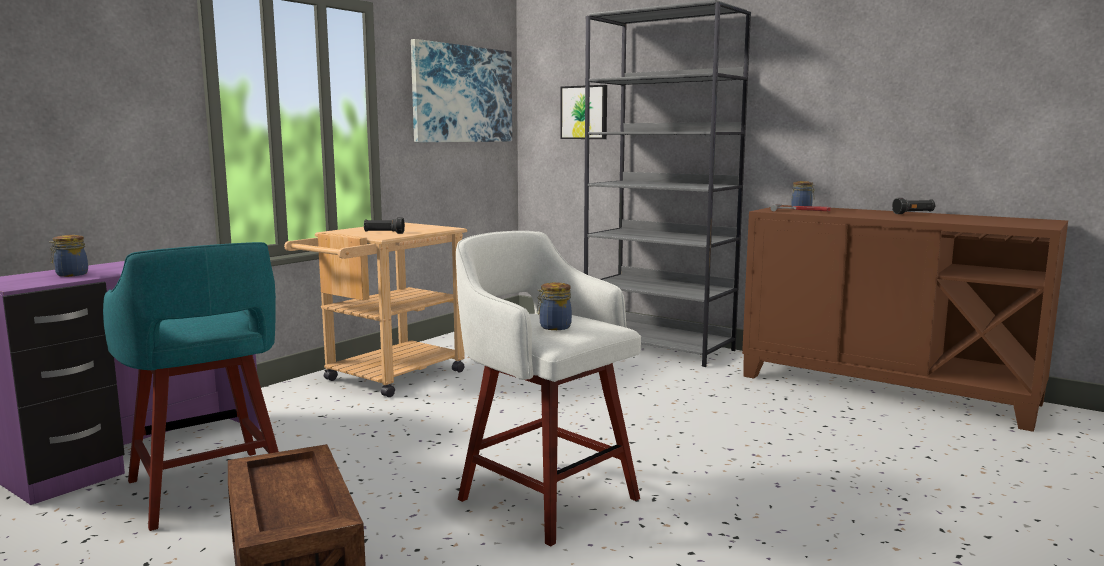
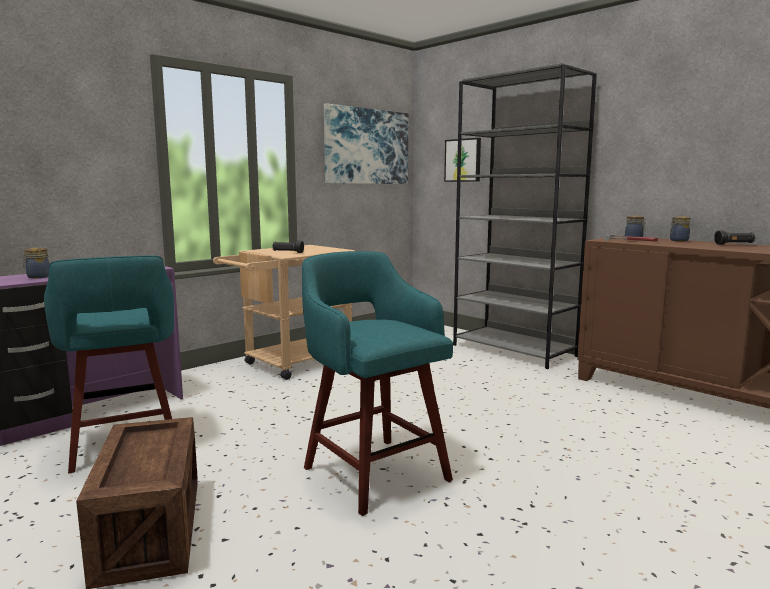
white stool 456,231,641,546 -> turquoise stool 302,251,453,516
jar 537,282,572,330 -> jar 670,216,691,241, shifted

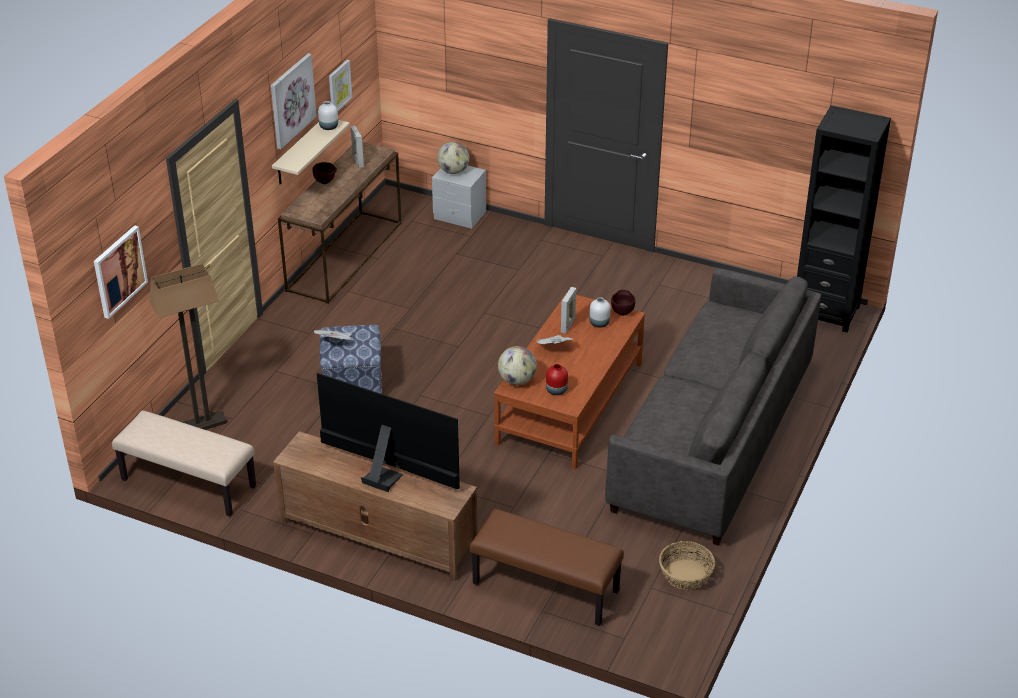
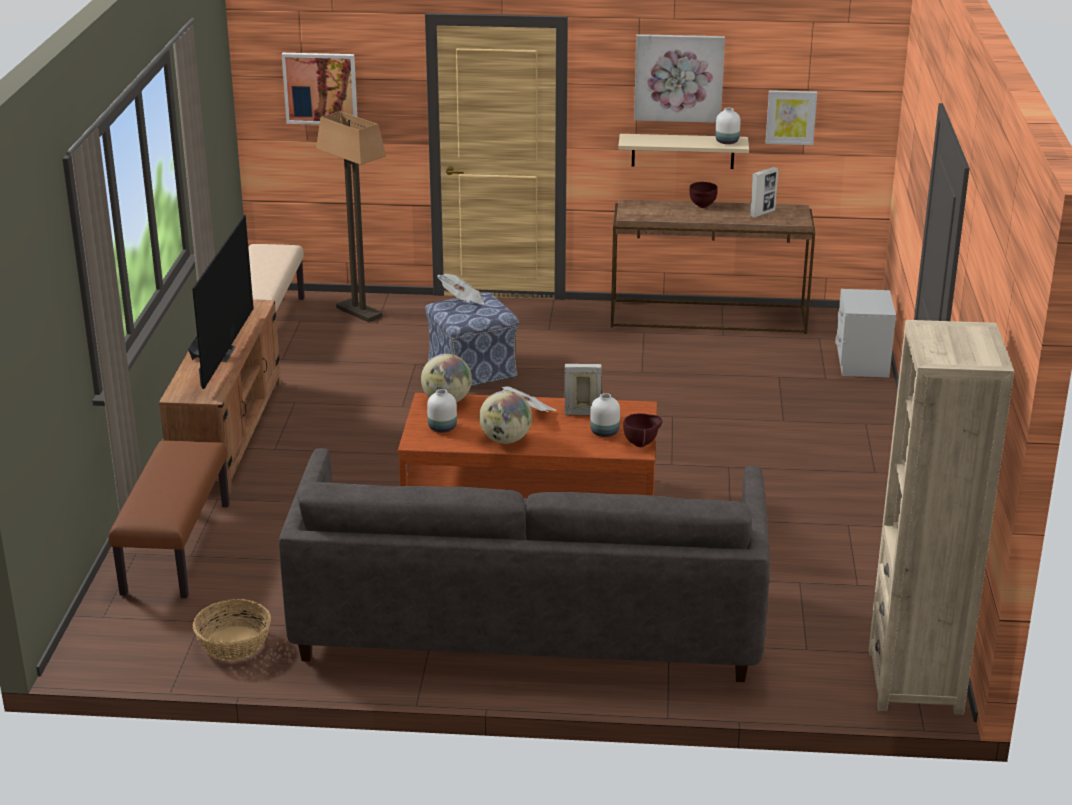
red vase 546,364,568,395 -> white vase 427,389,457,433
globe 437,142,469,174 -> globe 479,391,532,444, shifted
black bookcase 797,105,891,333 -> beige bookcase 869,320,1014,715

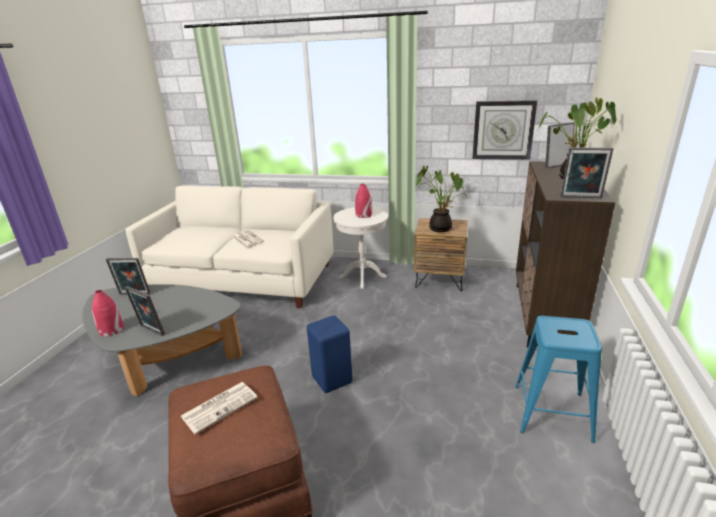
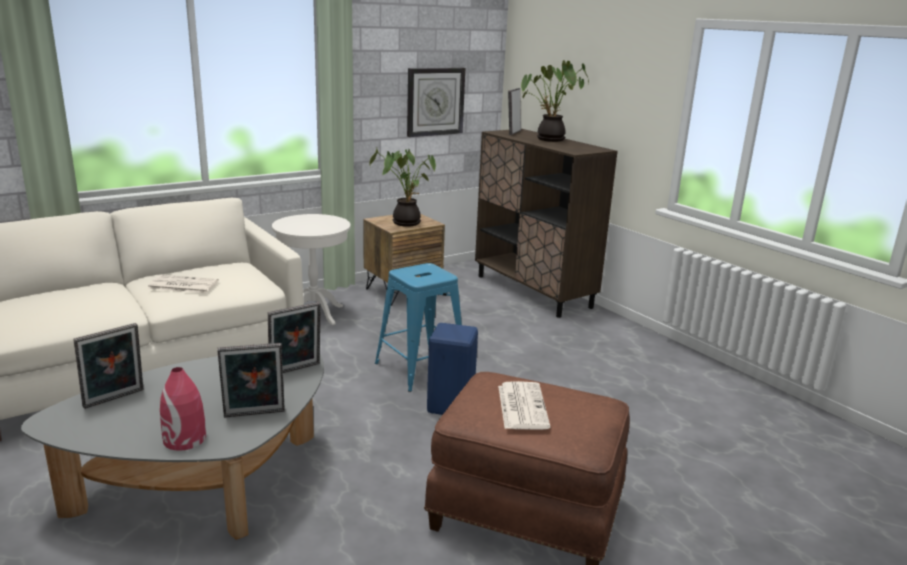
picture frame 561,147,613,198 -> picture frame 268,302,321,373, shifted
blue stool 515,316,602,443 -> blue stool 375,263,462,392, shifted
red vase 355,184,372,218 -> none

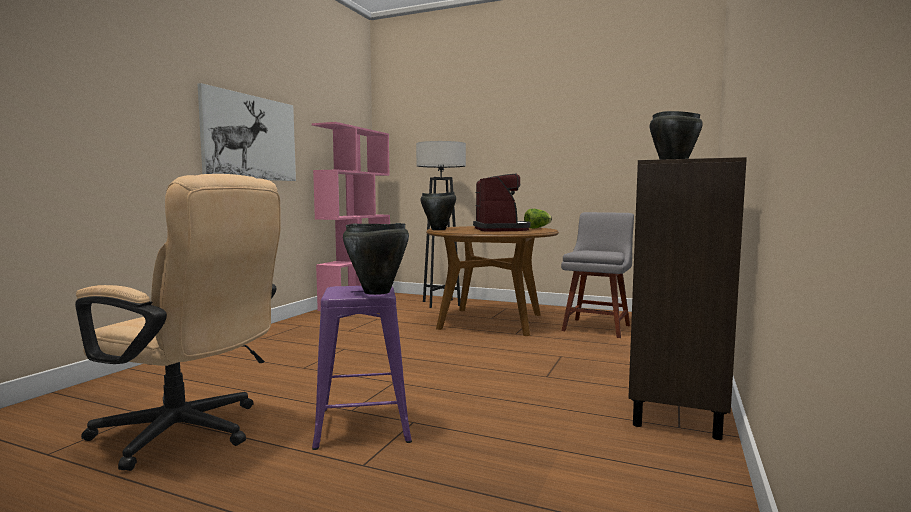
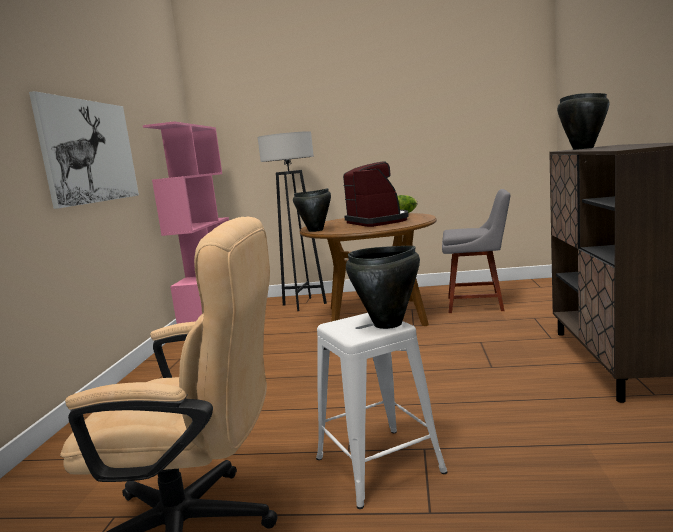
purple stool 312,286,412,450 -> white stool 316,313,448,509
grey chair 561,212,634,338 -> grey chair 442,189,510,313, 90 degrees clockwise

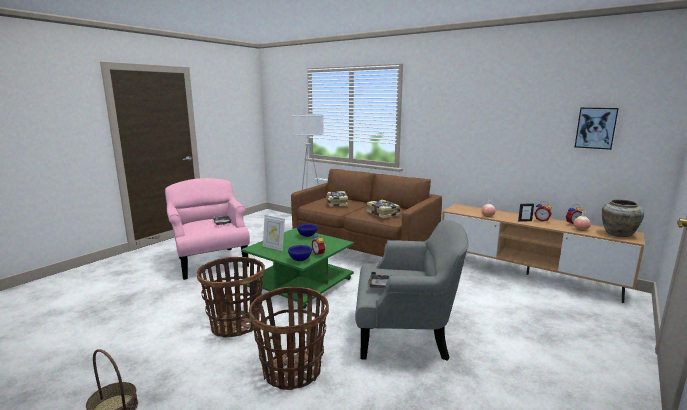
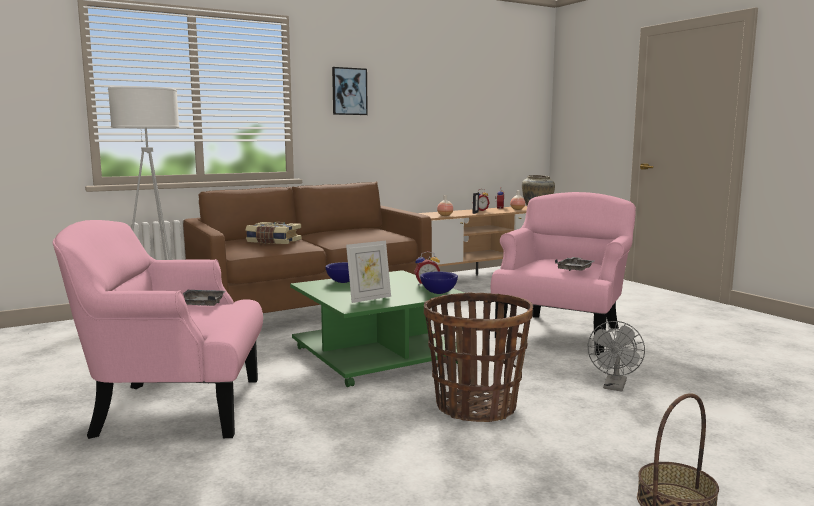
picture 575,107,619,150 -> picture 332,67,368,115, shifted
grey armchair 355,220,468,361 -> pink armchair 491,192,636,355
basket 249,287,329,390 -> grey fan 588,321,645,392
book 367,200,400,218 -> none

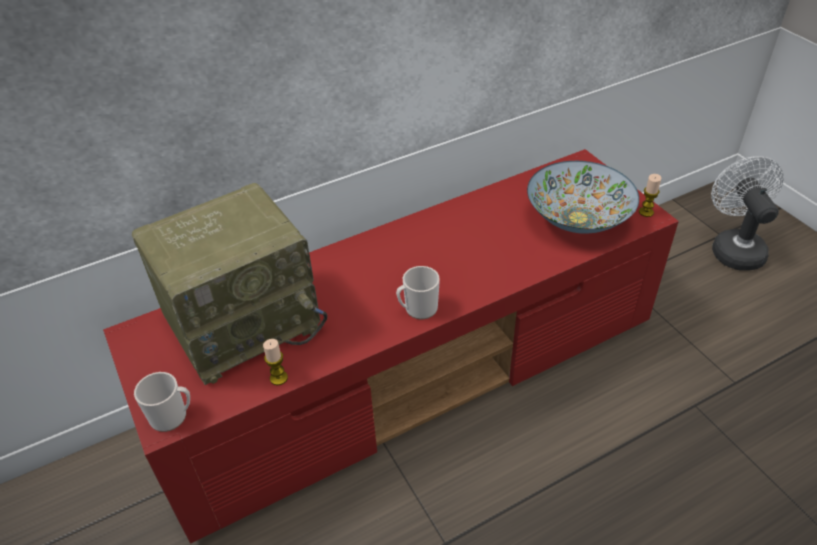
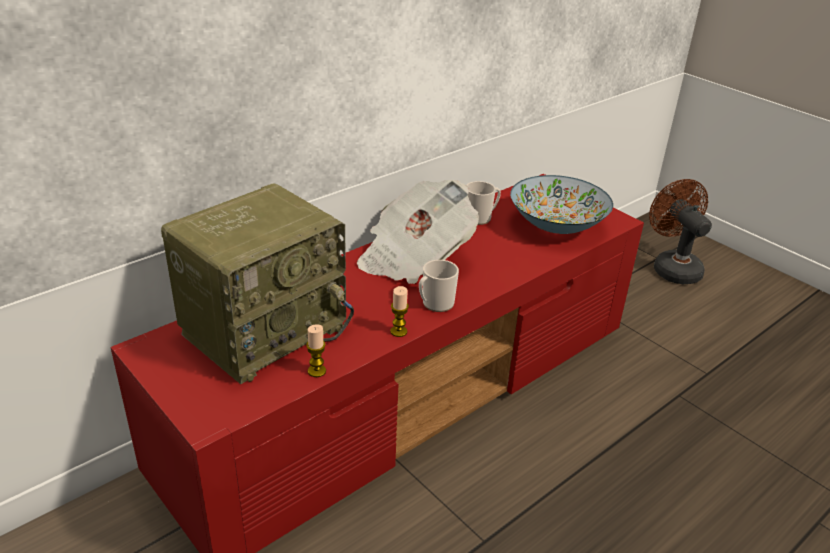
none -> newspaper 357,180,479,284
candle 639,174,661,217 -> candle 390,286,409,337, shifted
mug 134,372,190,432 -> mug 466,181,501,225, shifted
white fan 711,156,784,271 -> brown fan 649,179,712,284

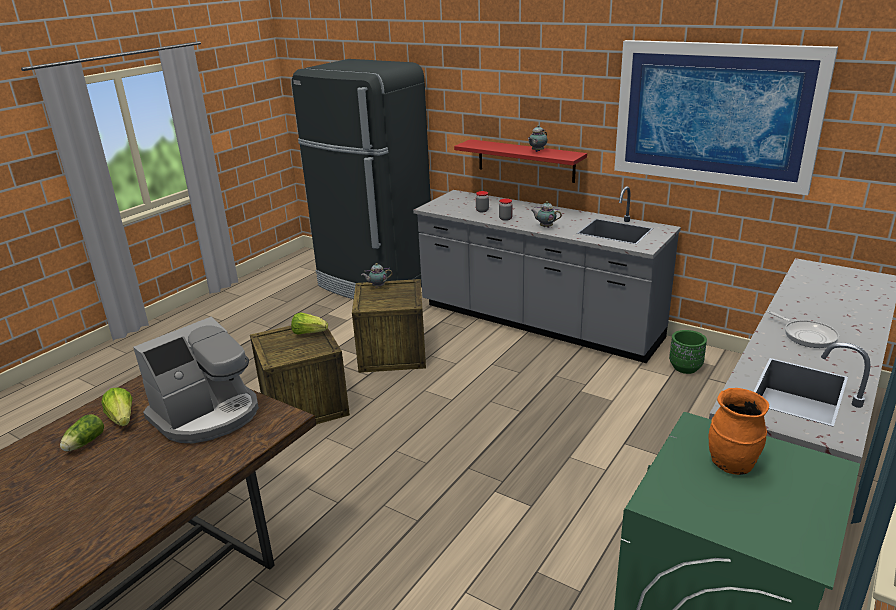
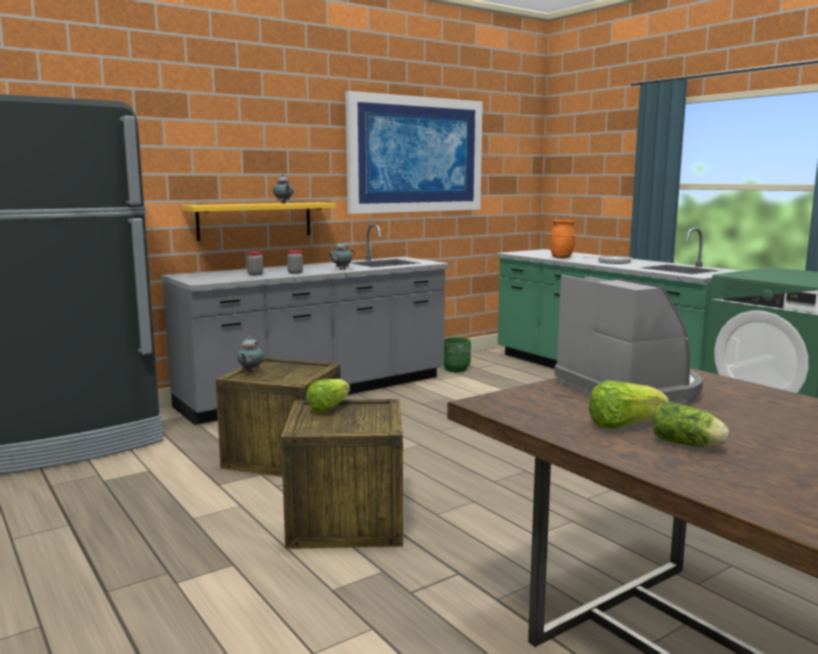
red shelf 454,139,587,183 -> yellow shelf 182,202,336,241
orange vase 708,388,769,475 -> orange vase 550,220,575,258, shifted

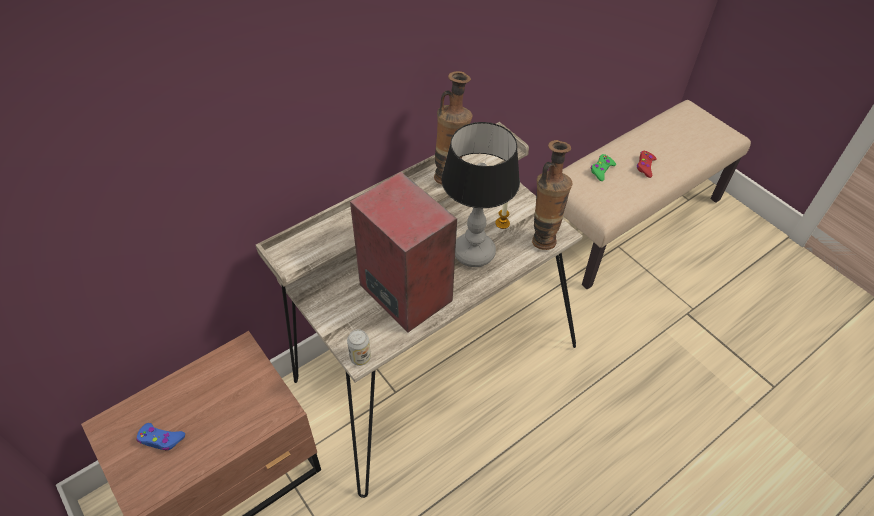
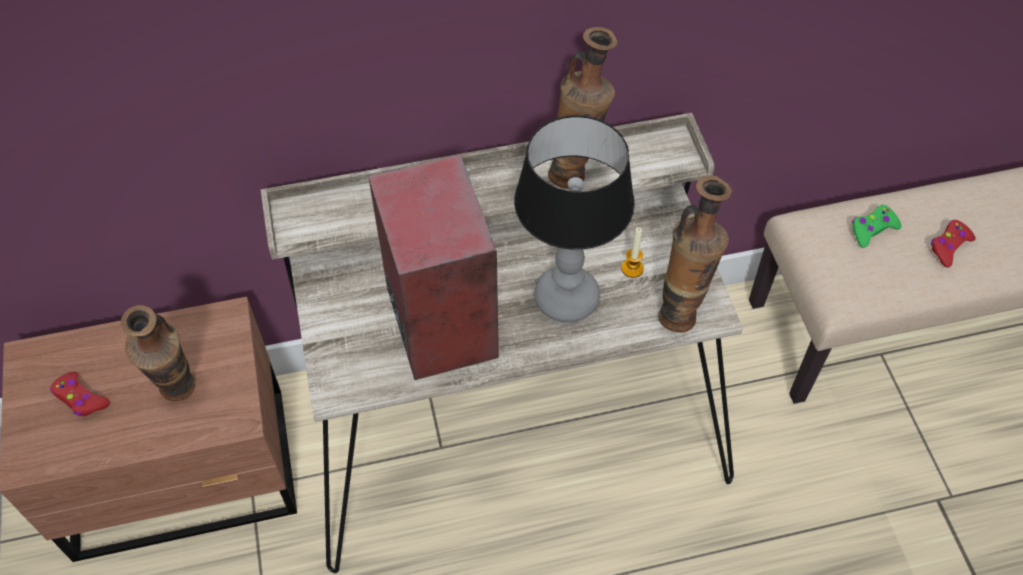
blue game controller 136,423,185,451 -> red game controller 50,372,110,416
none -> vase 121,305,195,401
can 347,329,371,366 -> none

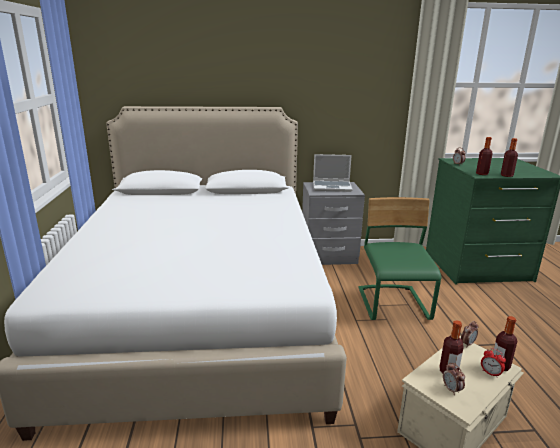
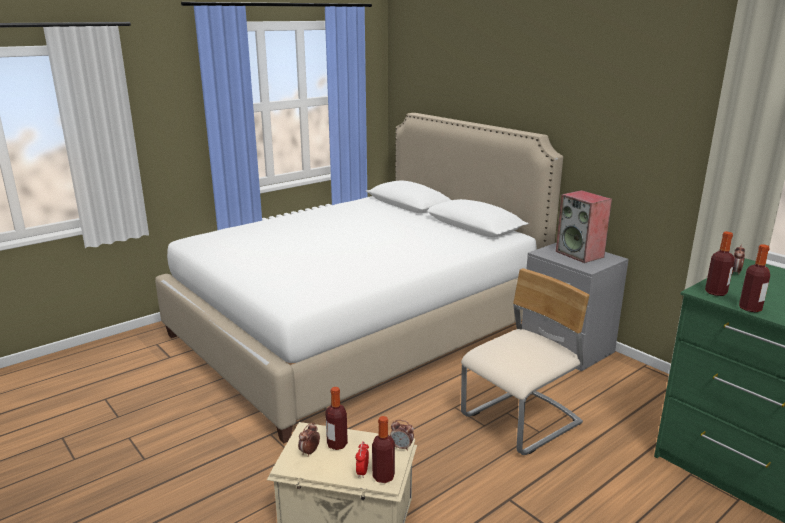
green chair 358,197,442,320 -> beige chair 461,268,590,455
laptop 313,154,353,192 -> speaker 556,190,612,263

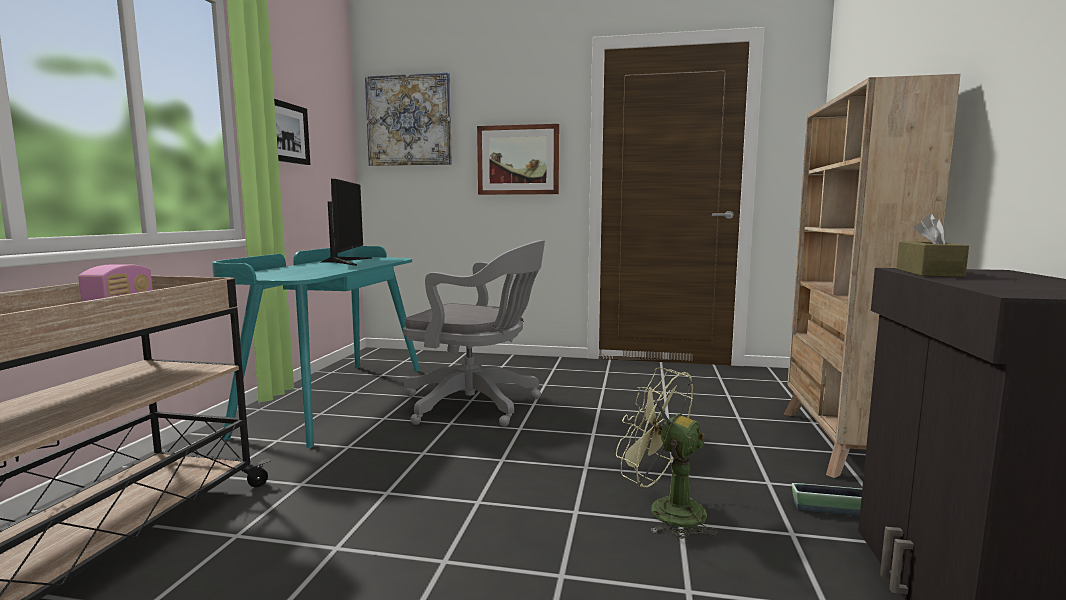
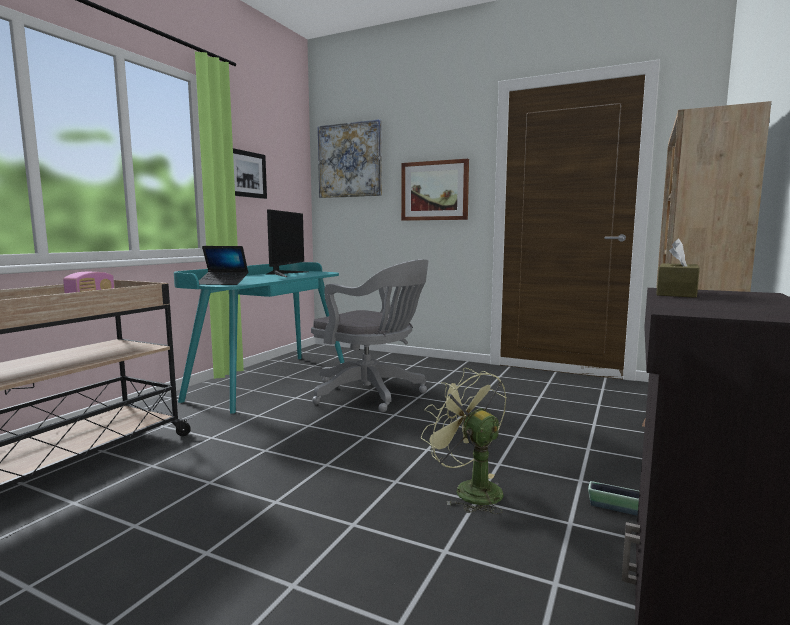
none -> laptop 199,246,248,285

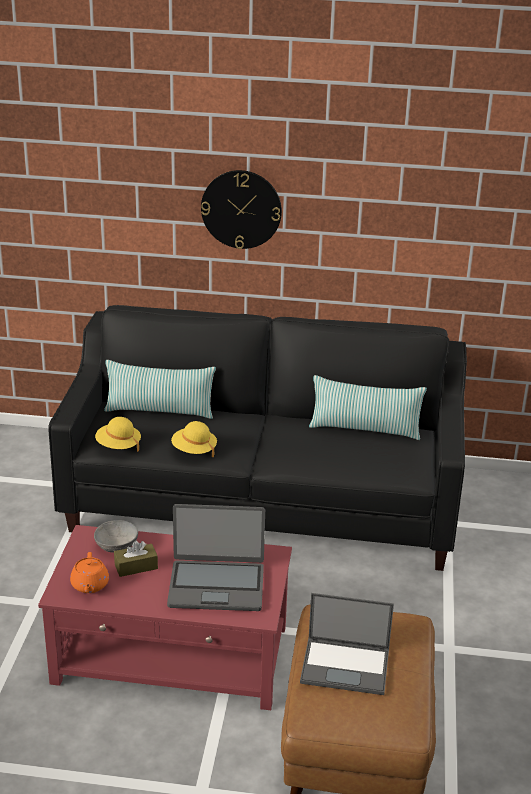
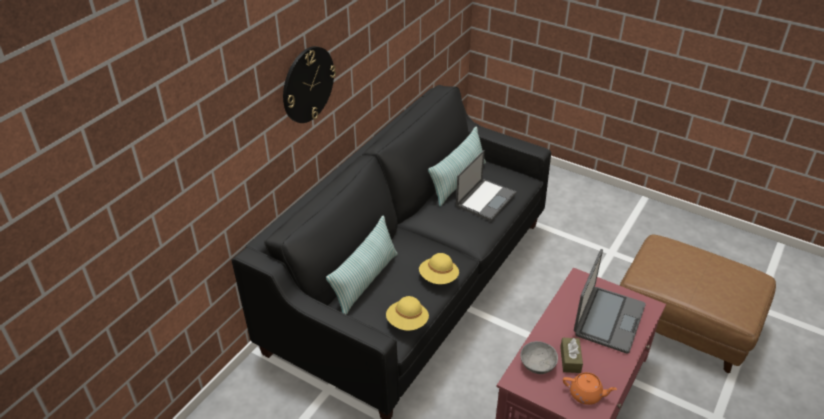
laptop 300,593,394,695 -> laptop 456,150,516,221, shifted

